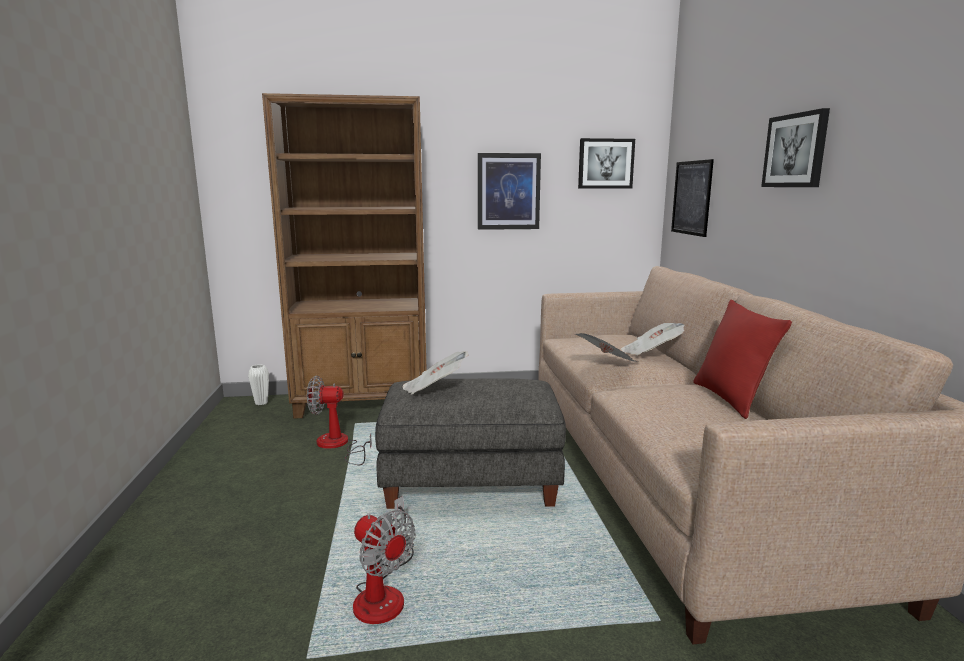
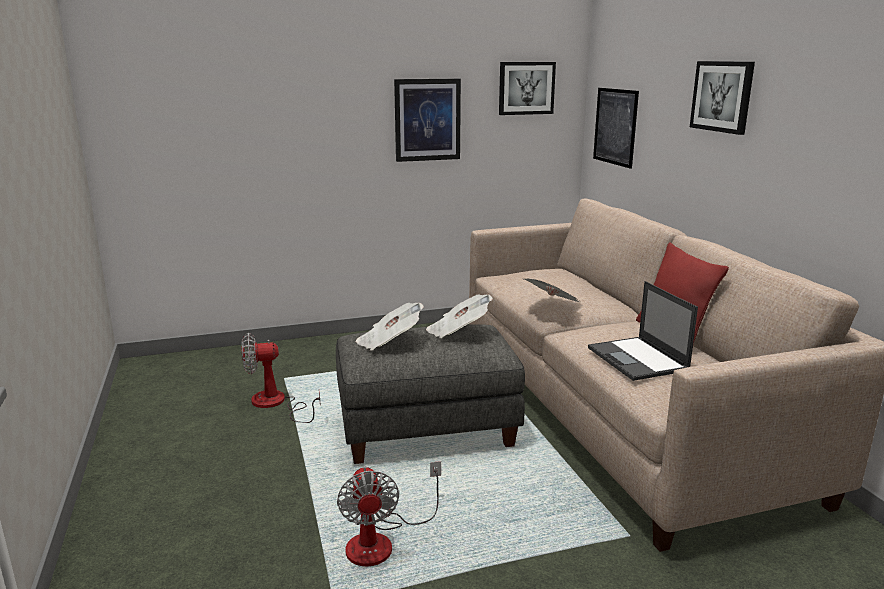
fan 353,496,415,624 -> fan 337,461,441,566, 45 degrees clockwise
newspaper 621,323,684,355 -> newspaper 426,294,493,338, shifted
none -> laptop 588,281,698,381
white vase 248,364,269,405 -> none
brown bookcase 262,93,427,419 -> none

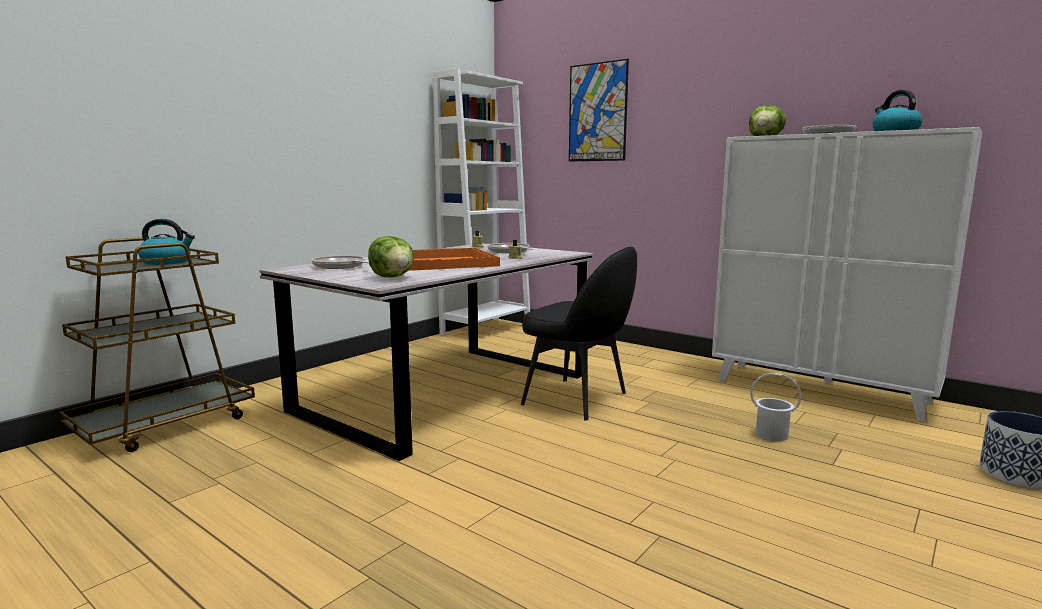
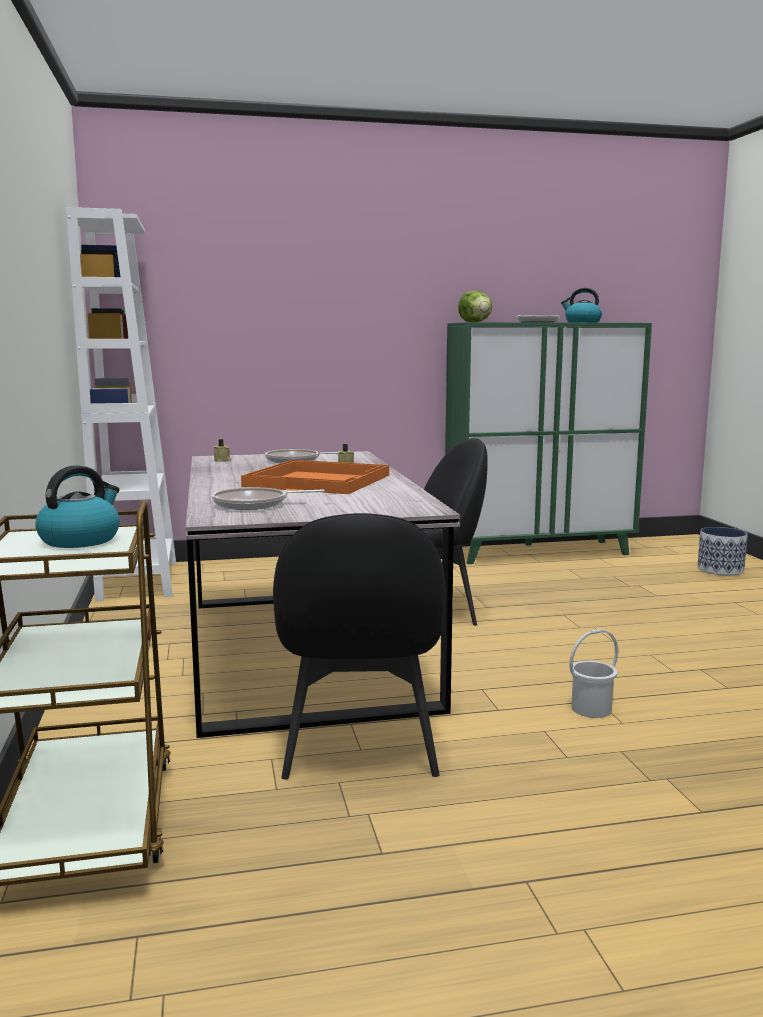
none -> black chair 273,513,446,779
white cabinet 712,127,982,422 -> green cabinet 445,322,652,564
white bucket 750,373,801,441 -> white bucket 569,629,618,718, shifted
lettuce 368,236,414,278 -> none
picture 569,59,629,162 -> none

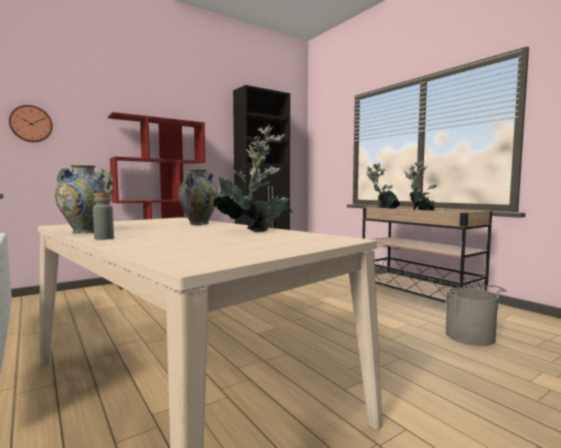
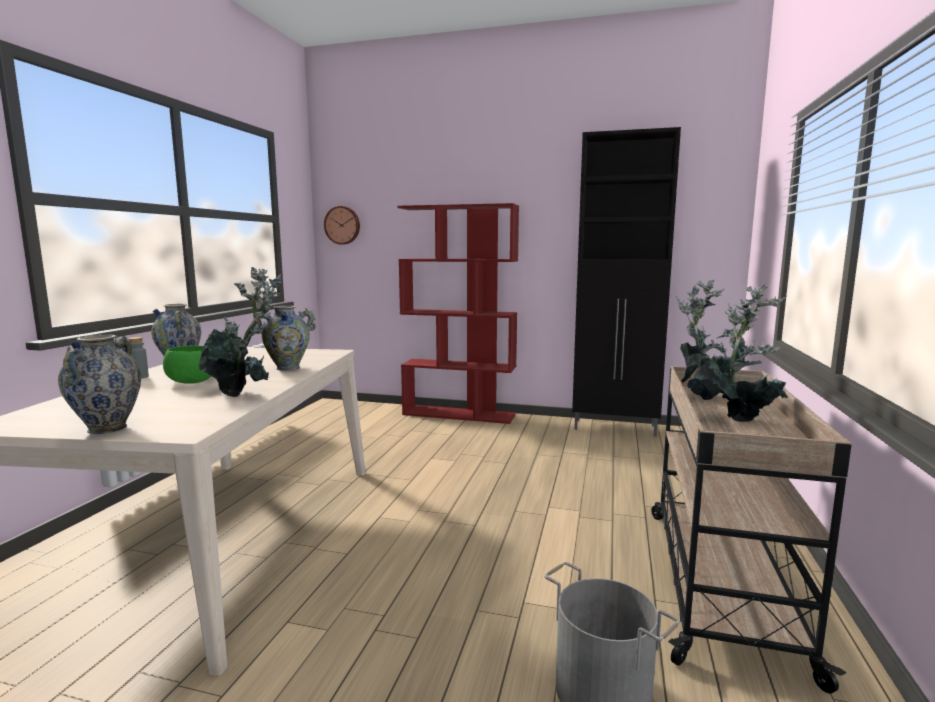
none -> vase 58,334,141,434
none -> green bowl 163,346,211,384

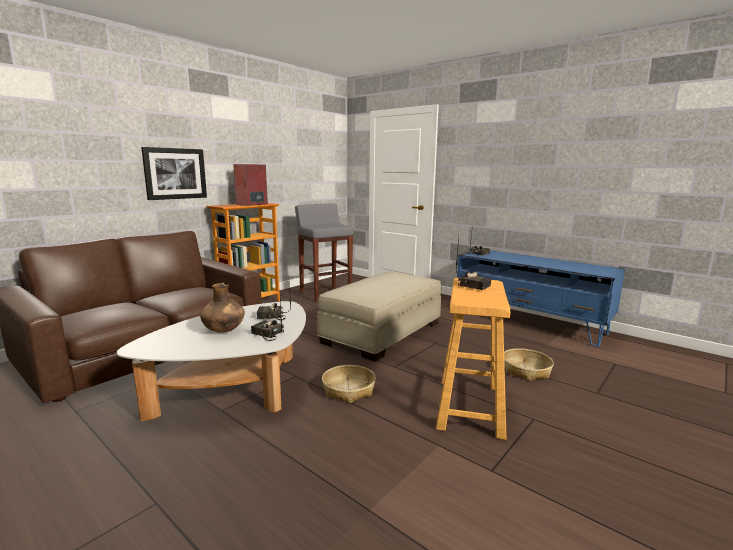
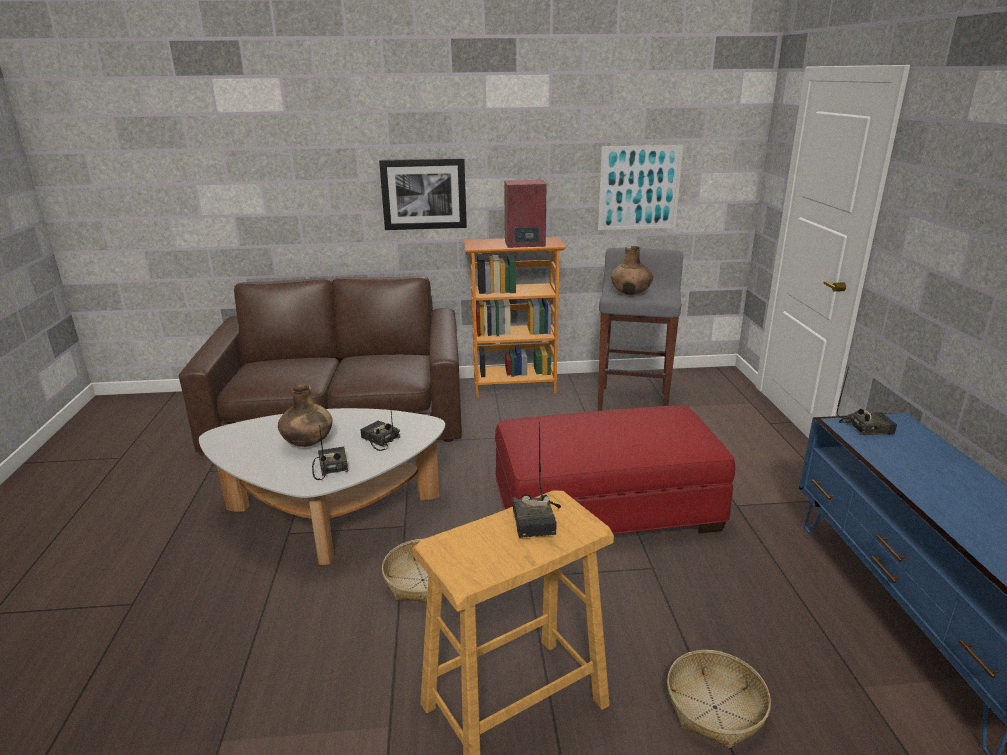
beige ottoman 317,272,441,361 -> red ottoman 495,405,736,534
none -> picture 598,145,683,230
none -> brown vase 611,246,653,295

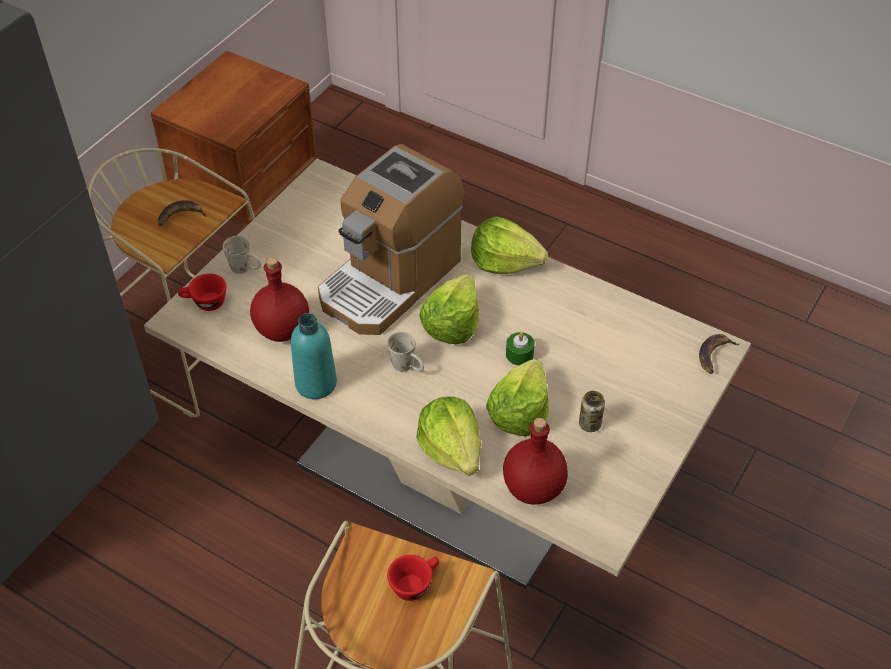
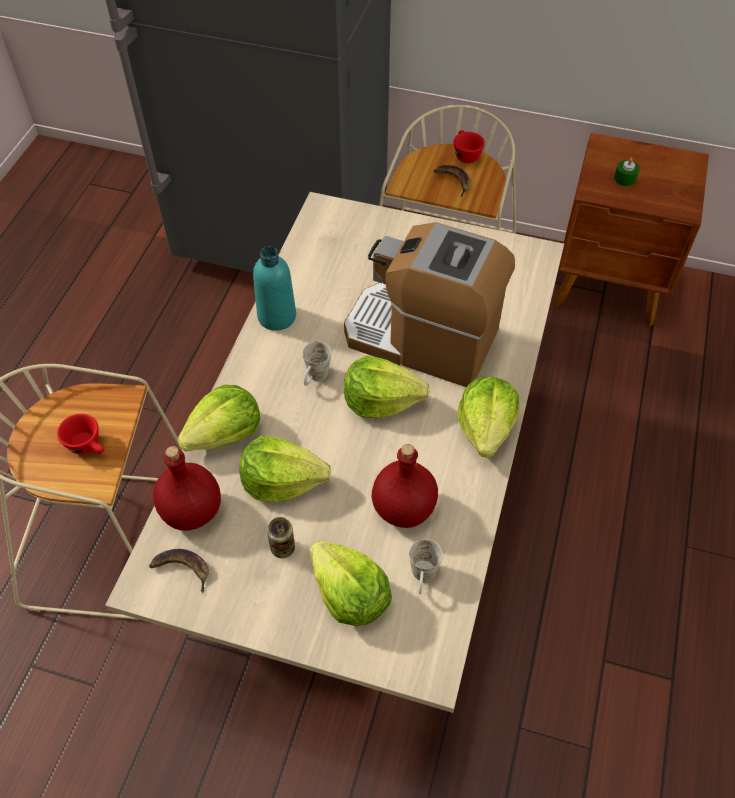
banana 699,334,740,374 -> banana 149,549,209,593, shifted
none -> lettuce 310,541,392,626
red bottle 250,257,309,342 -> red bottle 372,444,438,528, shifted
white mug 223,236,261,274 -> white mug 409,539,443,594, shifted
red cup 178,273,226,311 -> red cup 453,130,485,163, shifted
green candle 506,332,535,366 -> green candle 614,157,640,186, shifted

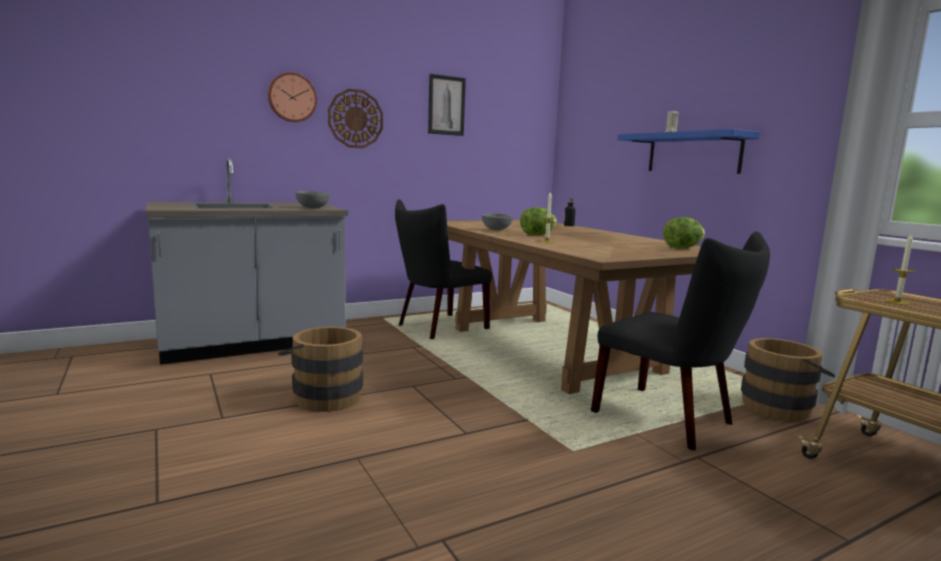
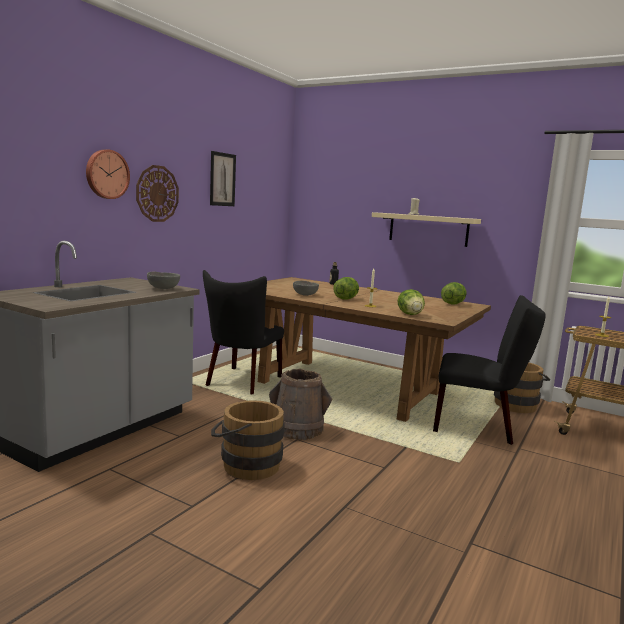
none -> brown bucket 269,369,332,440
blue shelf 617,129,760,174 -> beige shelf 372,212,481,247
none -> lettuce 397,289,425,315

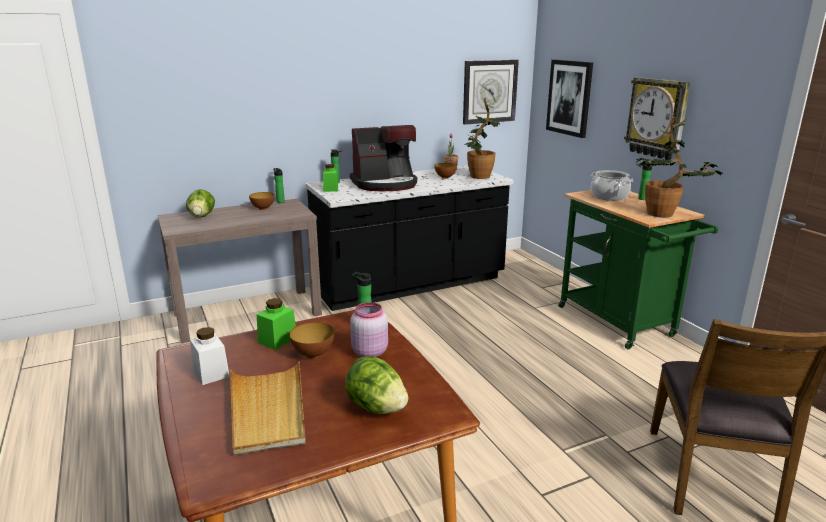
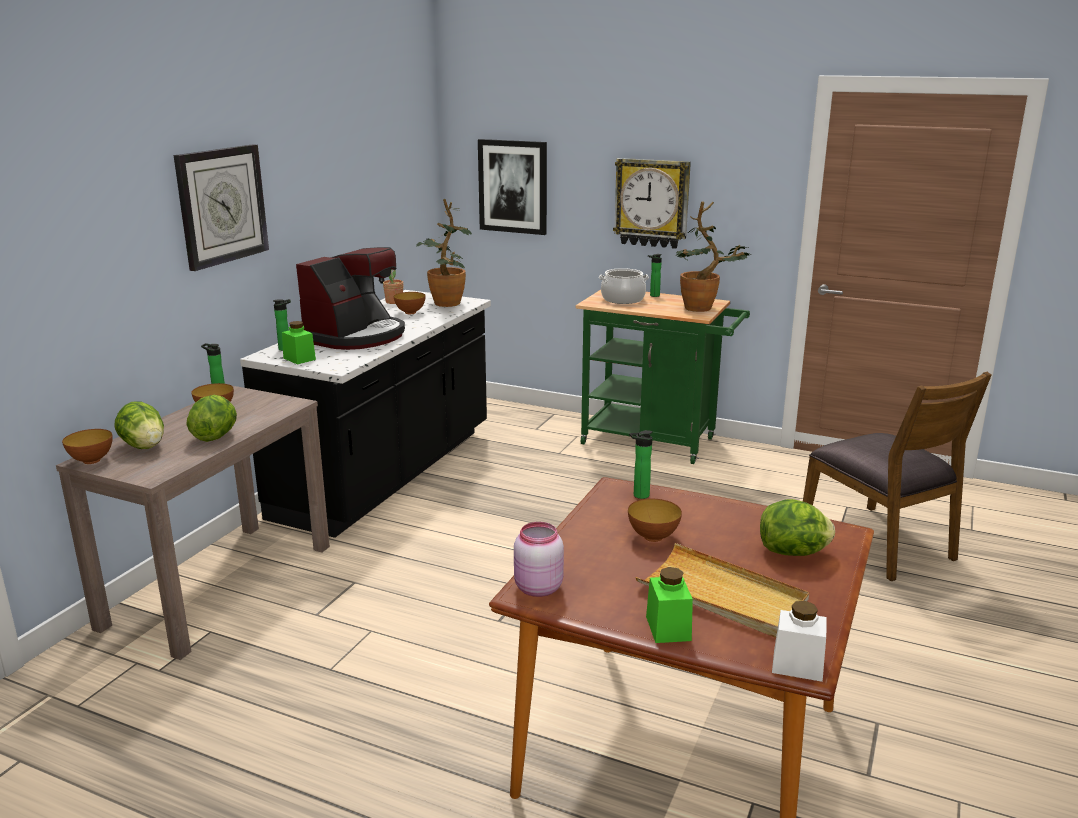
none -> bowl 62,429,113,464
wall clock 463,60,519,125 -> wall clock 174,144,269,271, shifted
none -> lettuce 186,395,237,442
pink jar 350,302,388,357 -> pink jar 514,522,564,597, shifted
green jar 257,298,296,350 -> green jar 646,567,693,643, shifted
white jar 190,327,230,385 -> white jar 772,601,827,682, shifted

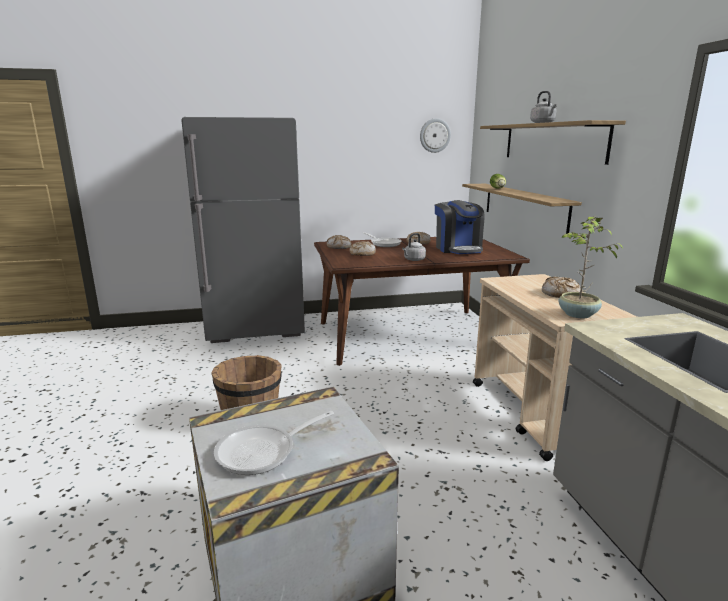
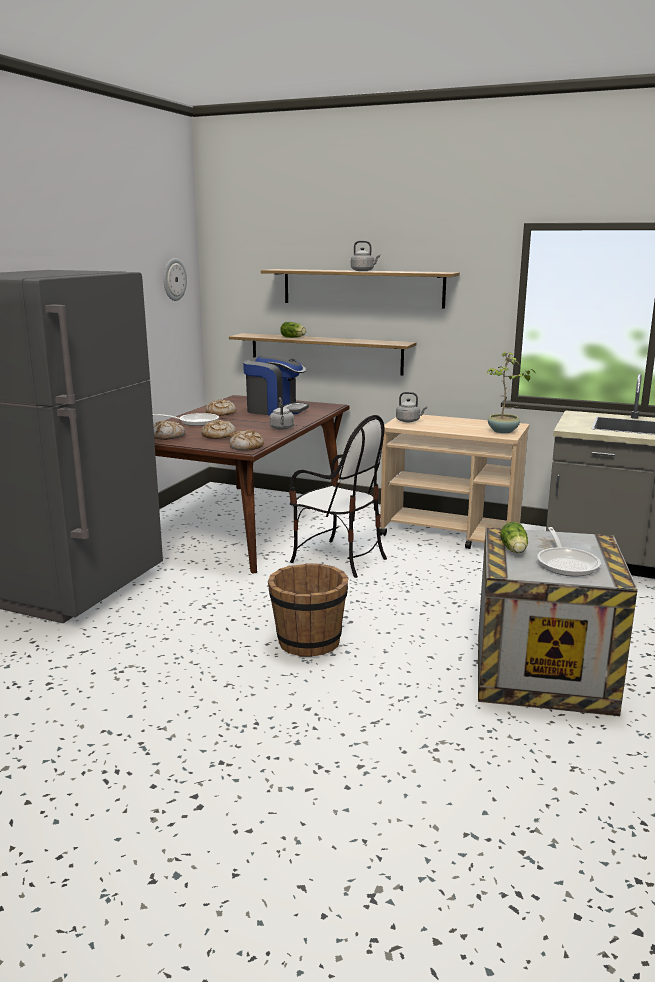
bread 542,277,581,298 -> bread 229,430,264,451, shifted
none -> chair 289,415,387,578
none -> grey kettle 396,392,427,422
none -> lettuce 500,522,528,553

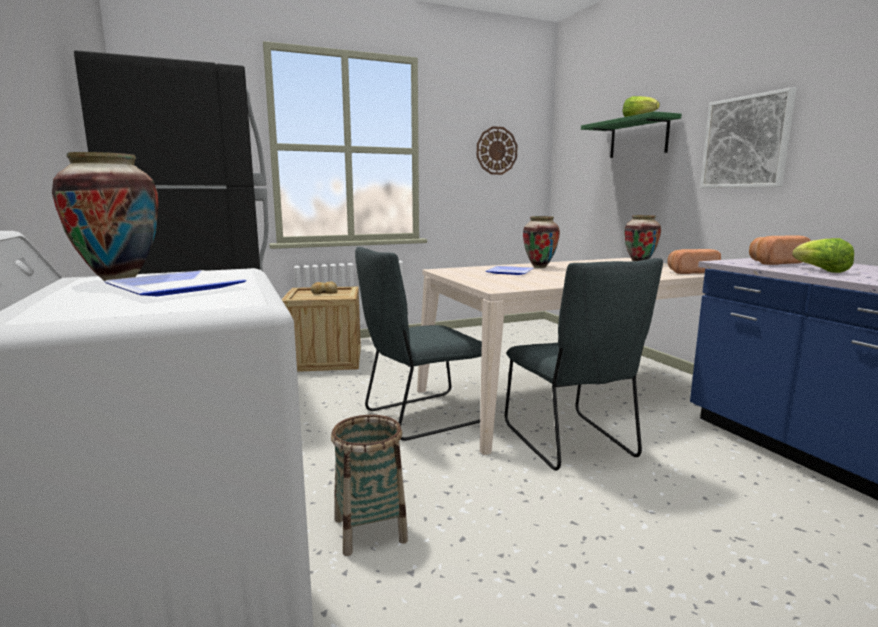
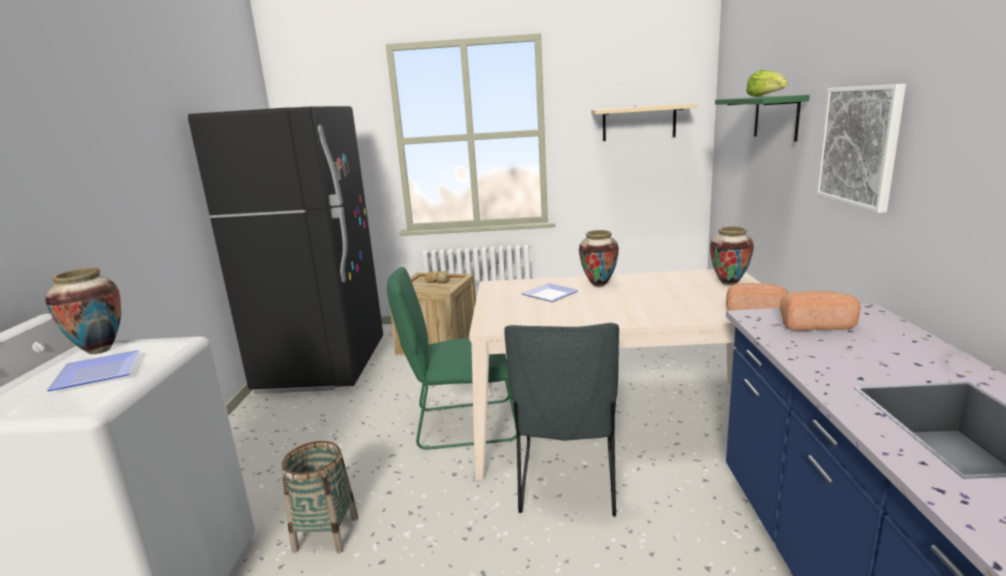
grey chair 355,247,482,441 -> green chair 387,267,517,450
wall clock 477,126,518,175 -> beige shelf 591,104,697,141
lettuce 792,238,854,273 -> none

